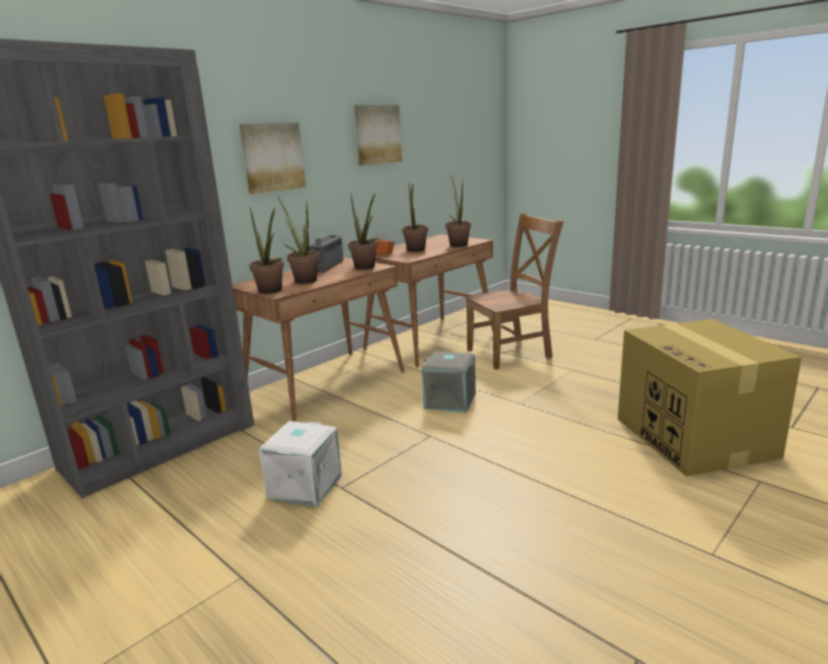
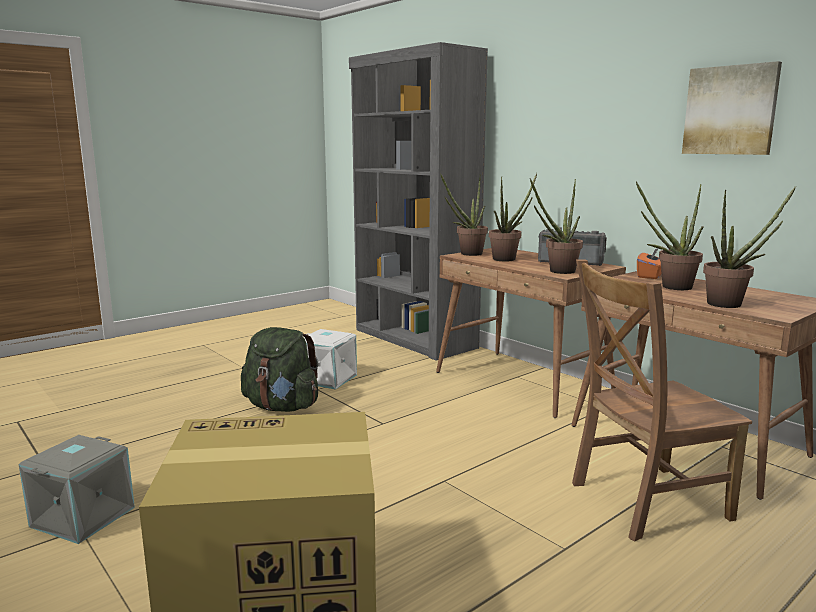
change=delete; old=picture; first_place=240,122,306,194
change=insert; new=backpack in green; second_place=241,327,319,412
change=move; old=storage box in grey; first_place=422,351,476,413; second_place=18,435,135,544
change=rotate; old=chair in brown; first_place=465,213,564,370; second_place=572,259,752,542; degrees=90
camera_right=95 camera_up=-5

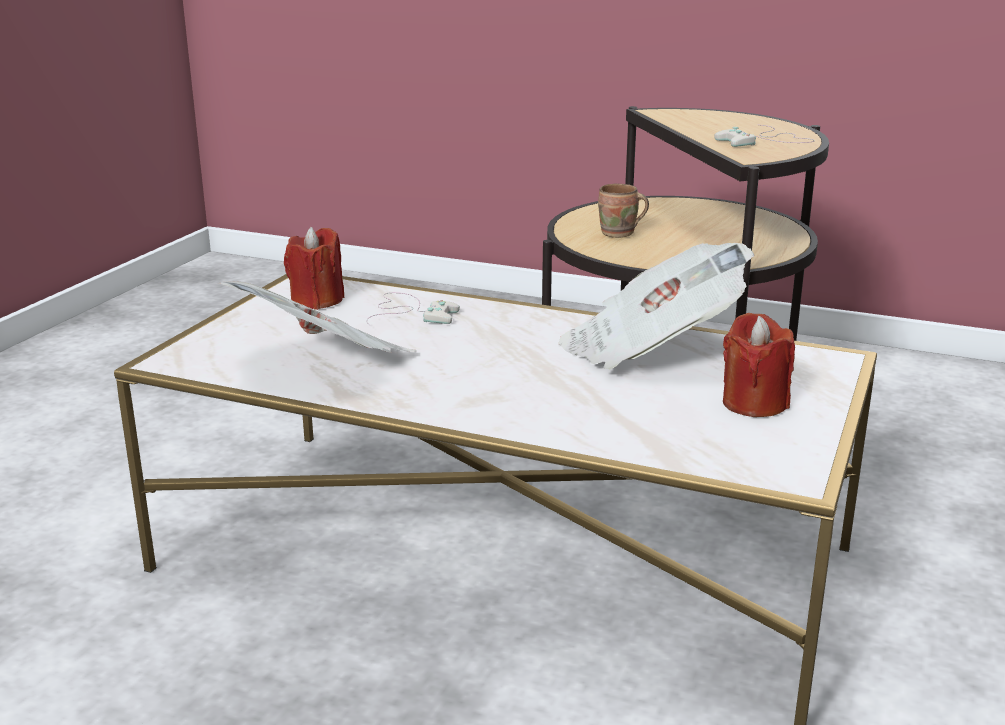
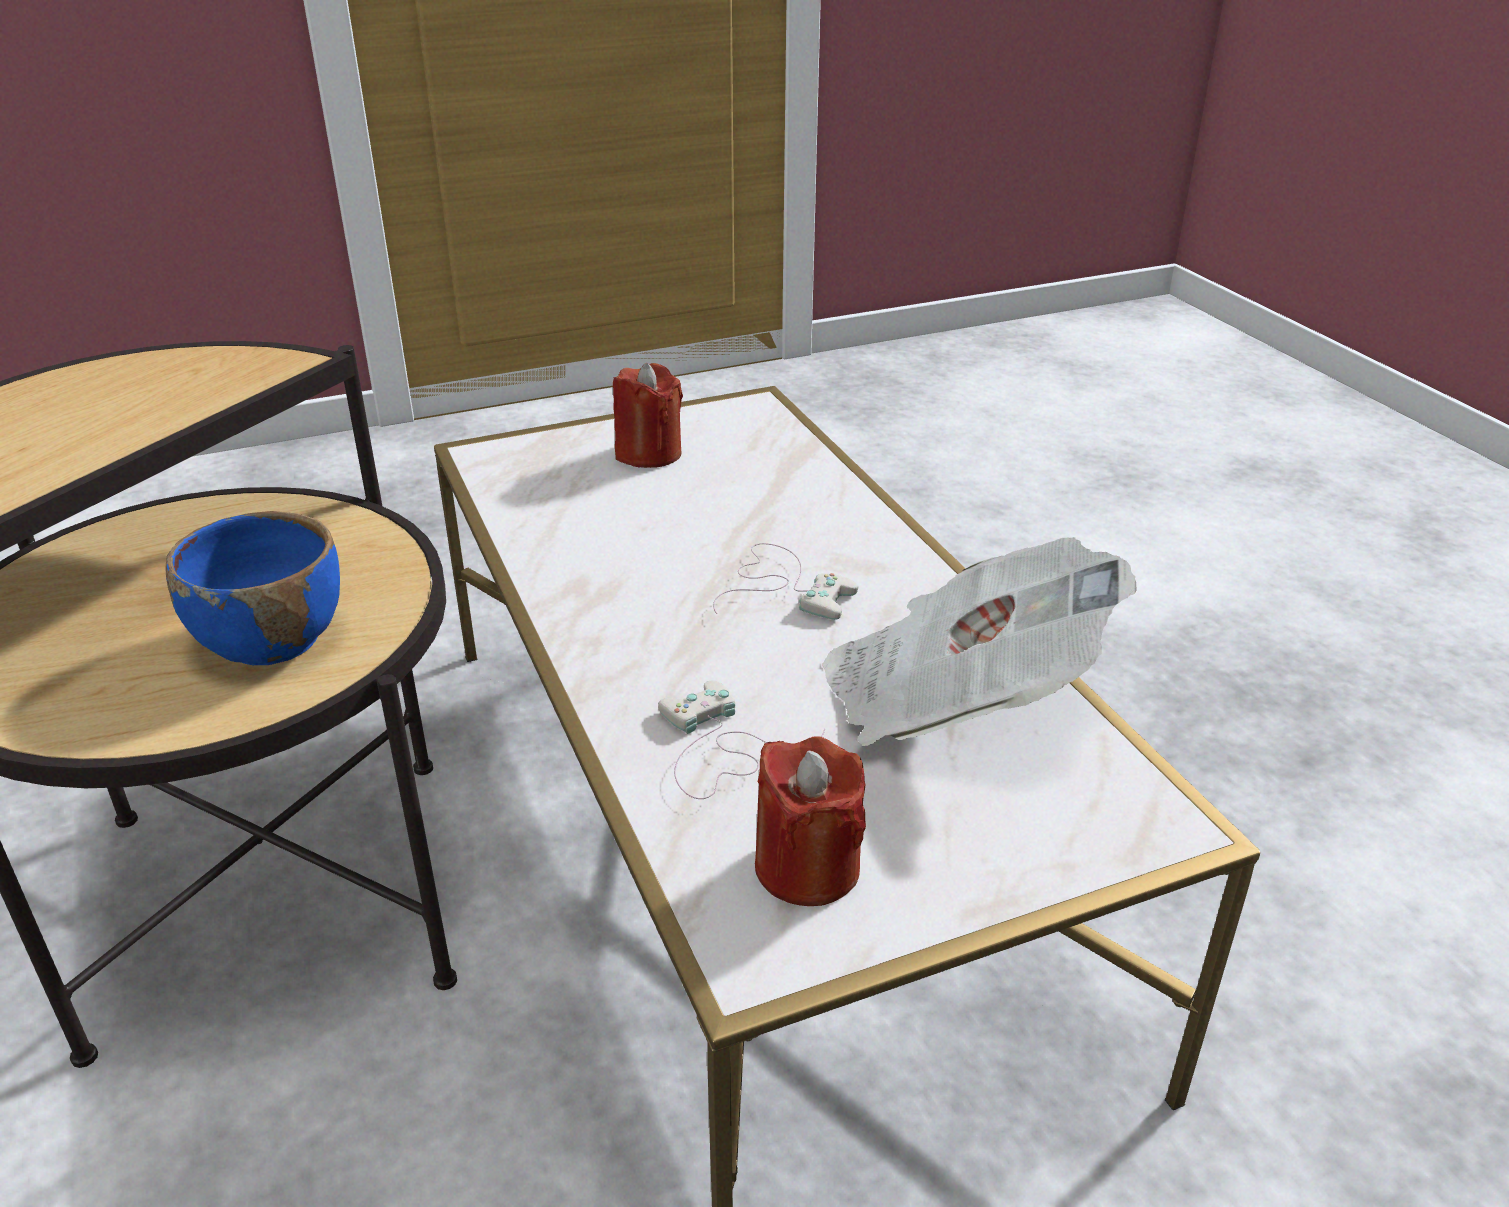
change=delete; old=newspaper; first_place=558,243,754,369
change=move; old=game controller in white; first_place=714,124,815,147; second_place=713,543,858,620
change=replace; old=mug in brown; new=bowl in blue; first_place=598,184,649,238; second_place=165,511,340,665
camera_right=-135 camera_up=10

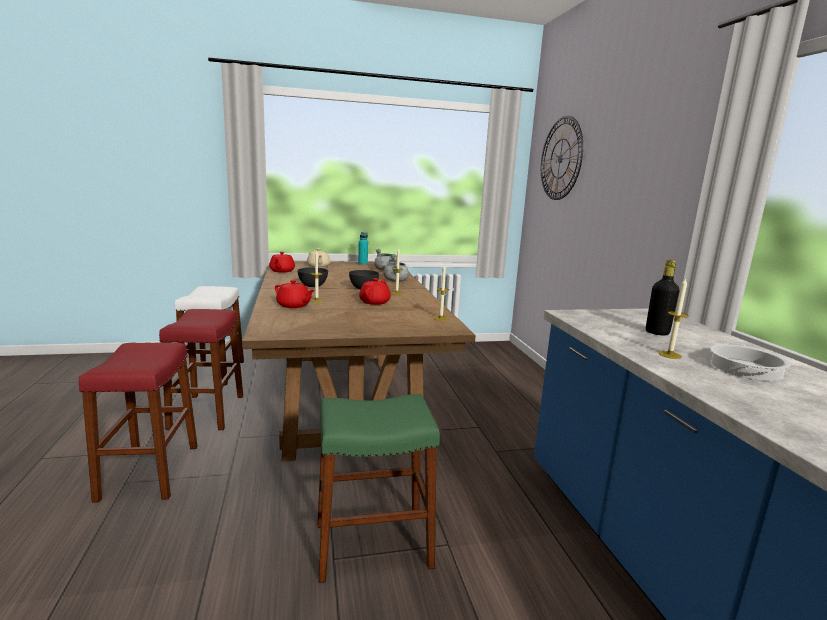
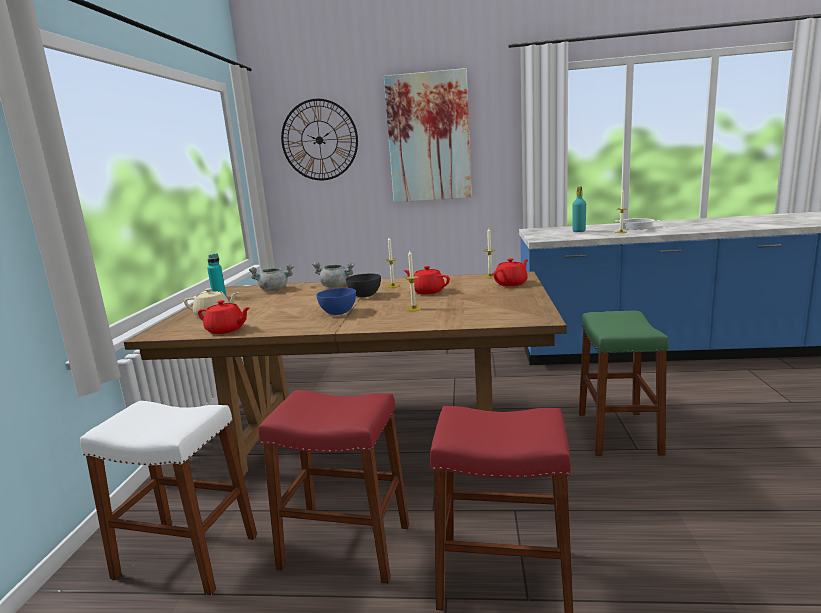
change=insert; new=picture; second_place=384,68,472,202
change=move; old=teapot in red; first_place=275,280,315,308; second_place=493,258,529,286
change=recolor; old=bowl in grey; new=bowl in blue; first_place=297,268,328,287; second_place=316,288,356,315
change=recolor; old=bottle in black; new=bottle in turquoise; first_place=646,260,680,336; second_place=572,186,586,232
camera_right=-70 camera_up=0

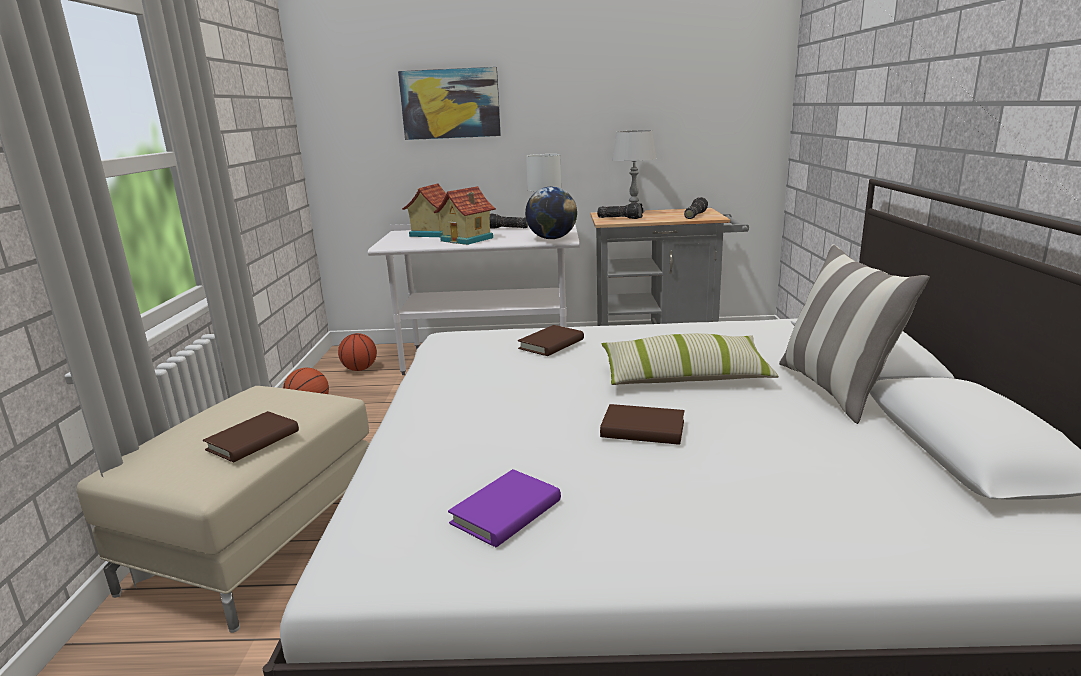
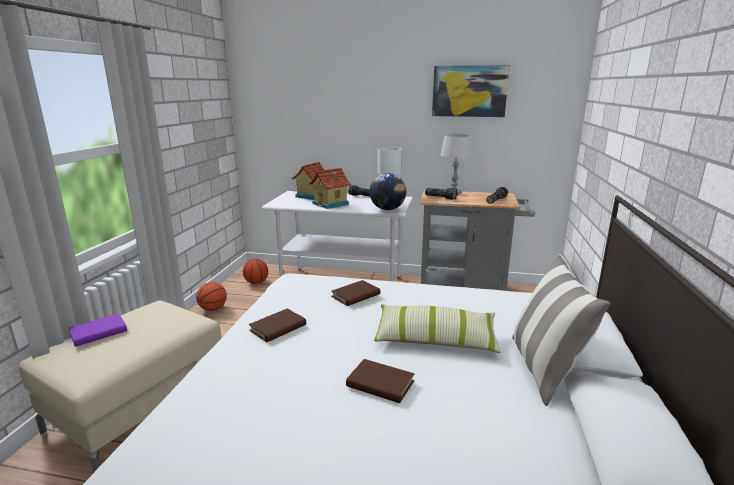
change=move; old=book in brown; first_place=203,411,299,462; second_place=249,309,306,342
change=move; old=picture; first_place=398,67,501,140; second_place=432,65,510,117
change=move; old=book in purple; first_place=448,469,561,547; second_place=69,314,127,347
camera_right=10 camera_up=0

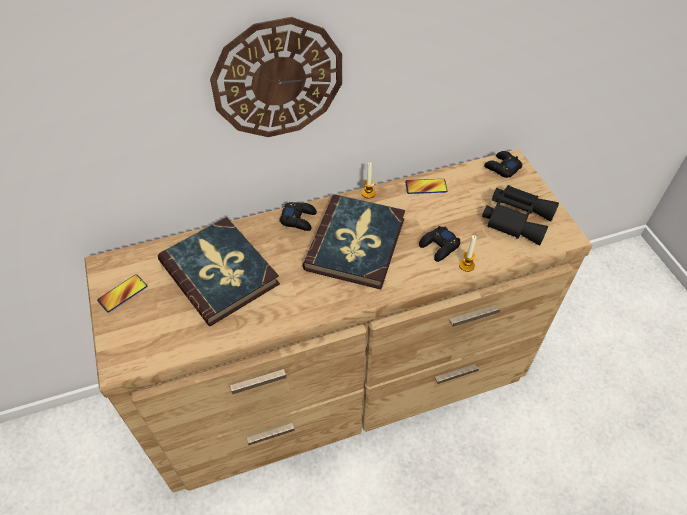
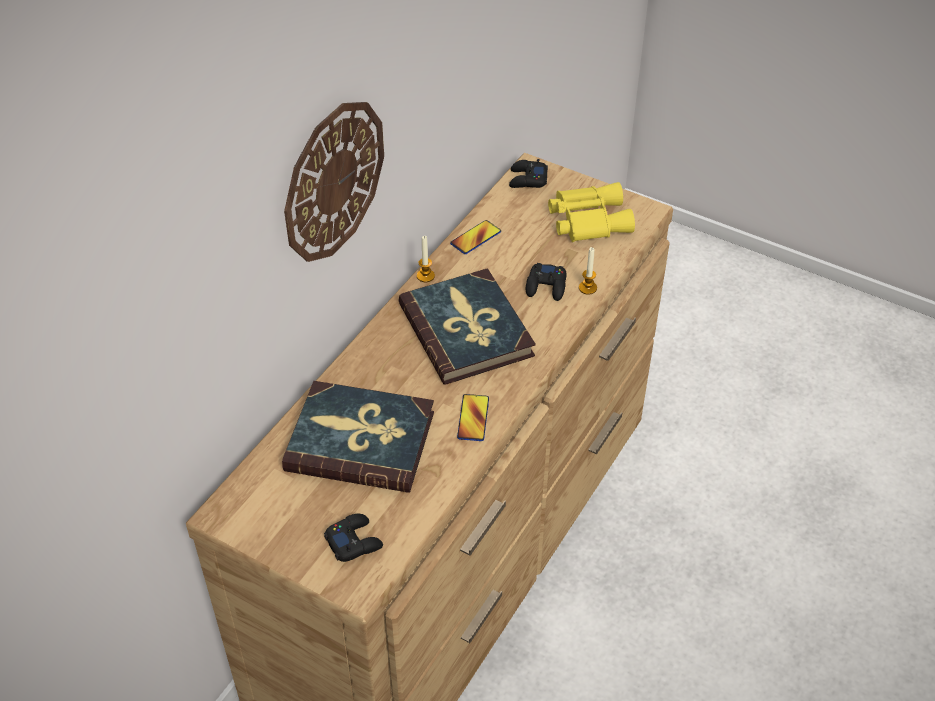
change=move; old=phone; first_place=97,274,147,313; second_place=457,394,489,441
change=move; old=game controller in black; first_place=279,202,317,231; second_place=324,514,383,562
change=recolor; old=binoculars in black; new=binoculars in yellow; first_place=482,185,559,245; second_place=548,182,635,242
camera_right=-40 camera_up=-5

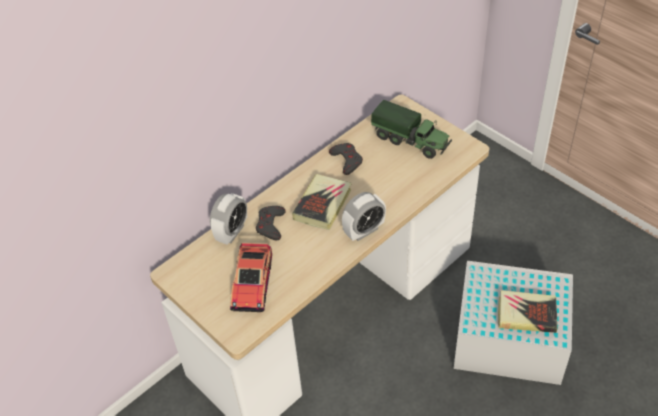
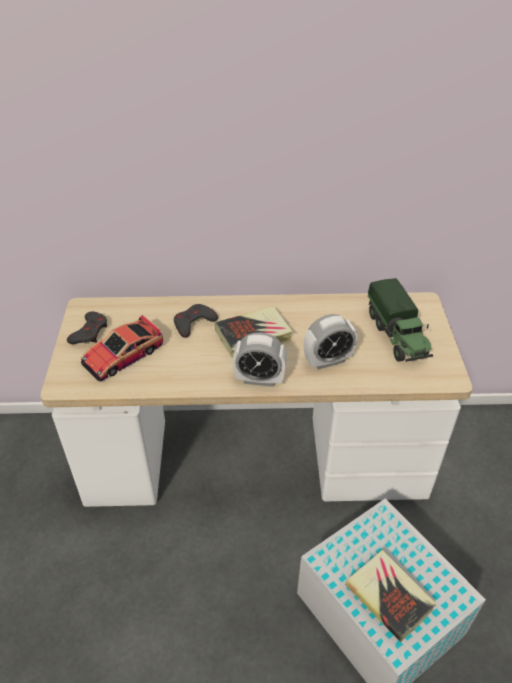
change=move; old=alarm clock; first_place=210,193,247,245; second_place=304,314,357,370
change=move; old=game controller in grey; first_place=329,143,363,175; second_place=67,311,107,344
camera_right=40 camera_up=-5

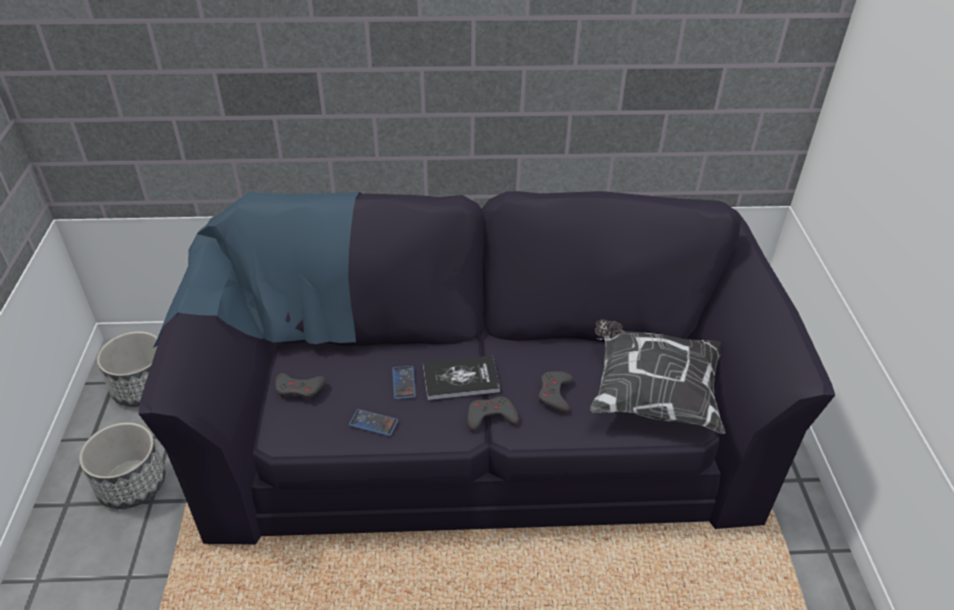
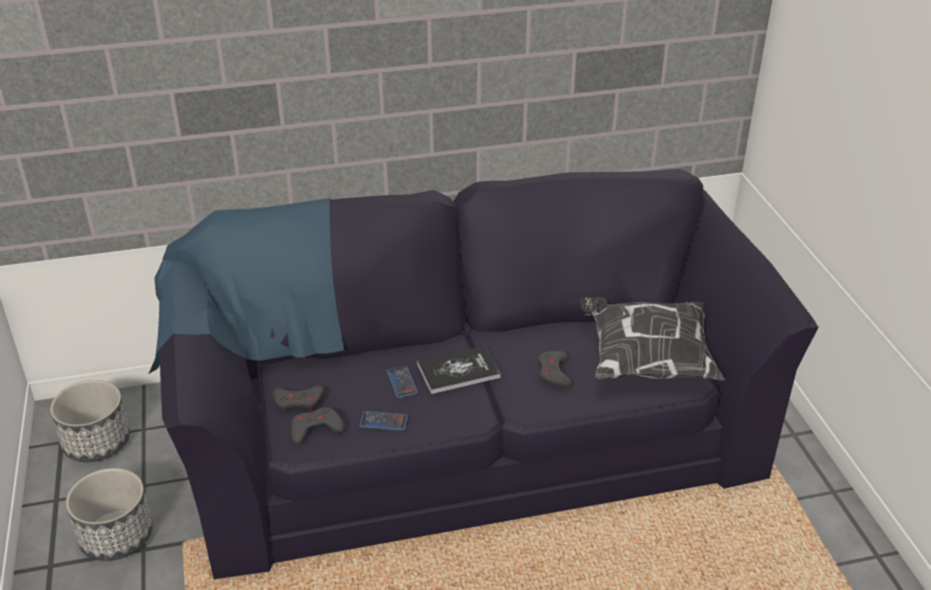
change=move; old=game controller in grey; first_place=467,397,519,431; second_place=291,407,345,444
camera_right=-10 camera_up=-5

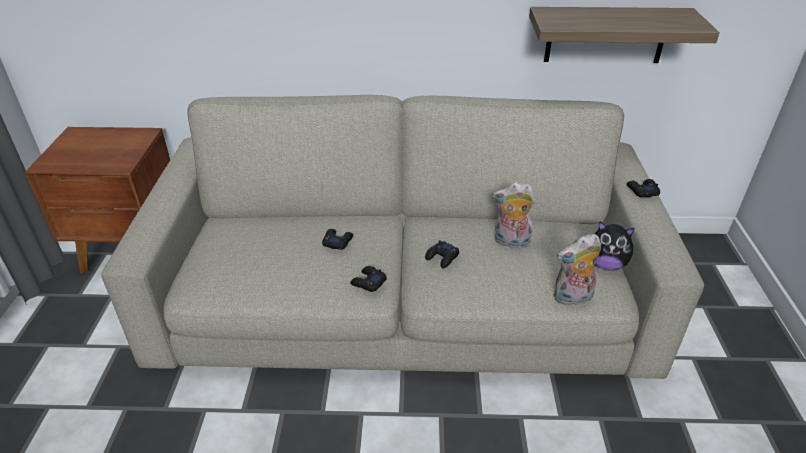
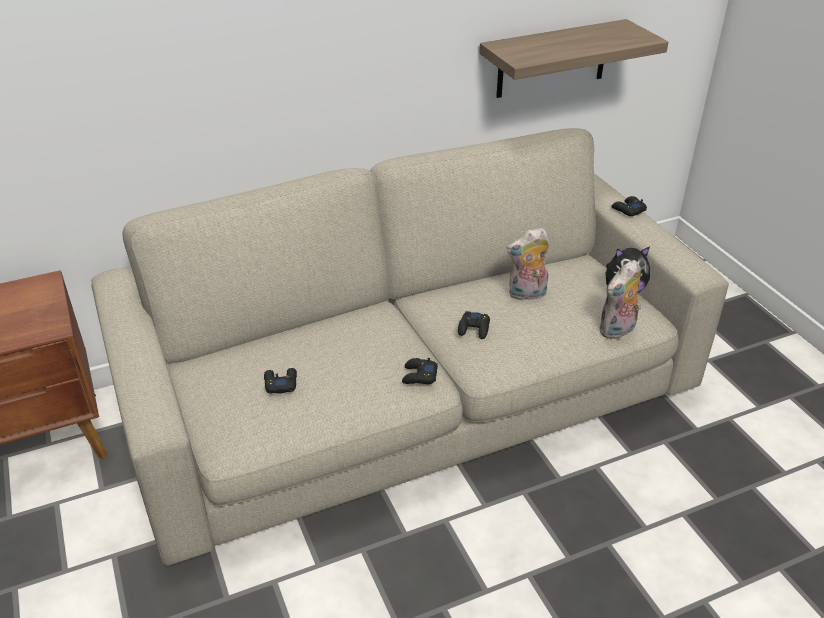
change=move; old=game controller in black; first_place=322,229,353,250; second_place=264,368,297,394
camera_right=-25 camera_up=0

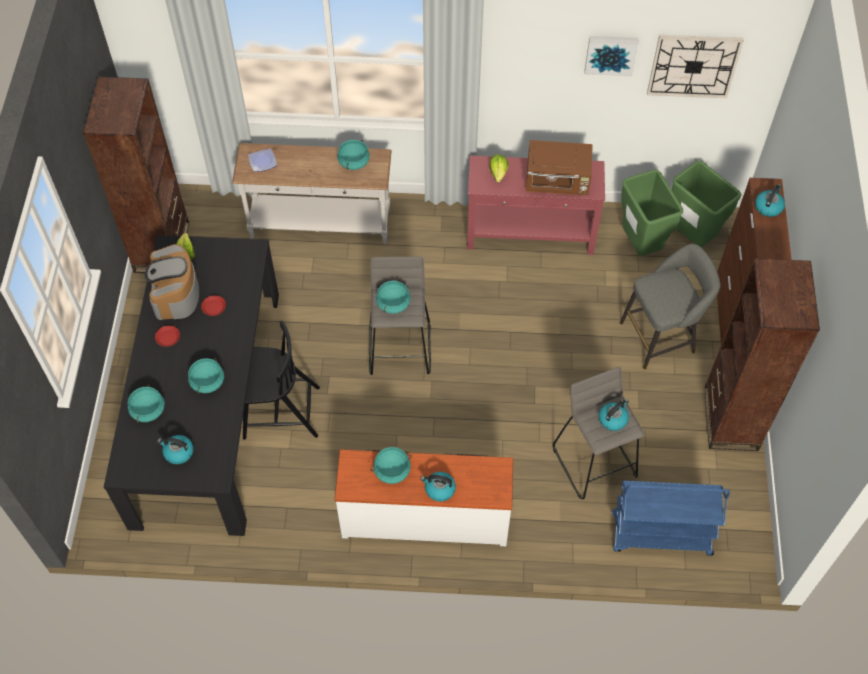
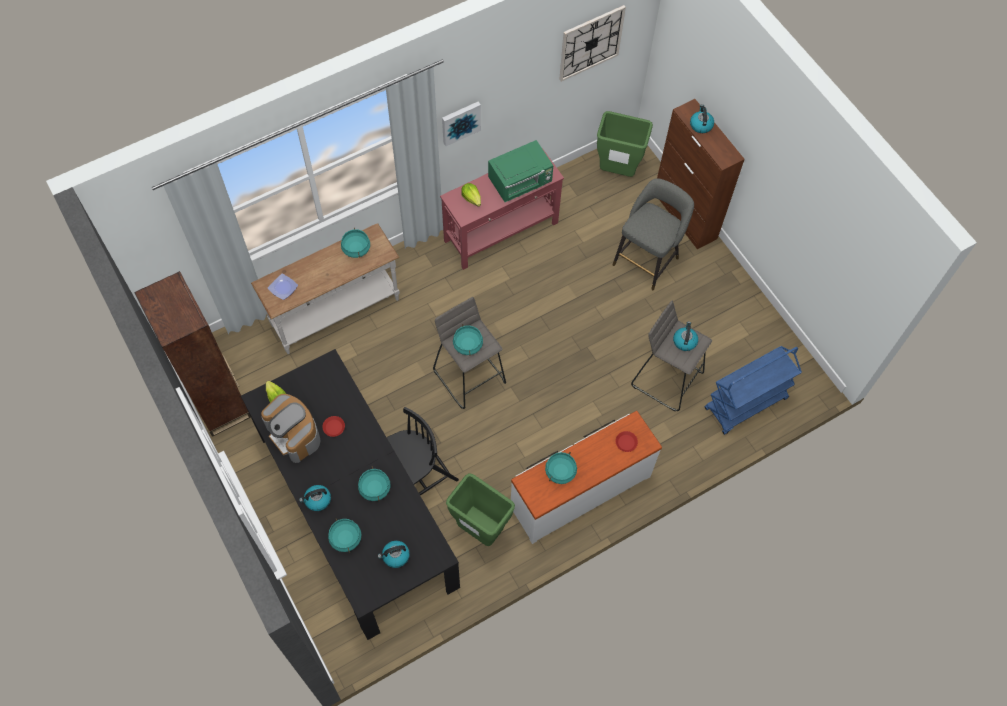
change=delete; old=bookcase in brown; first_place=705,258,820,451
change=move; old=plate in red; first_place=155,325,180,347; second_place=616,431,638,452
change=move; old=kettle; first_place=421,472,456,502; second_place=299,485,331,511
change=move; old=picture; first_place=585,36,638,76; second_place=442,102,481,146
change=move; old=trash can in green; first_place=621,170,683,256; second_place=446,473,515,546
change=recolor; old=microwave in brown; new=microwave in green; first_place=526,140,593,195; second_place=488,140,553,202
camera_right=-35 camera_up=5

